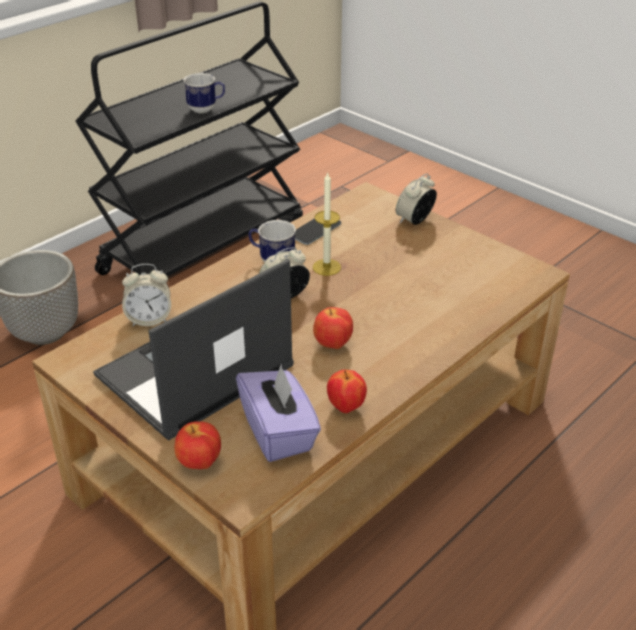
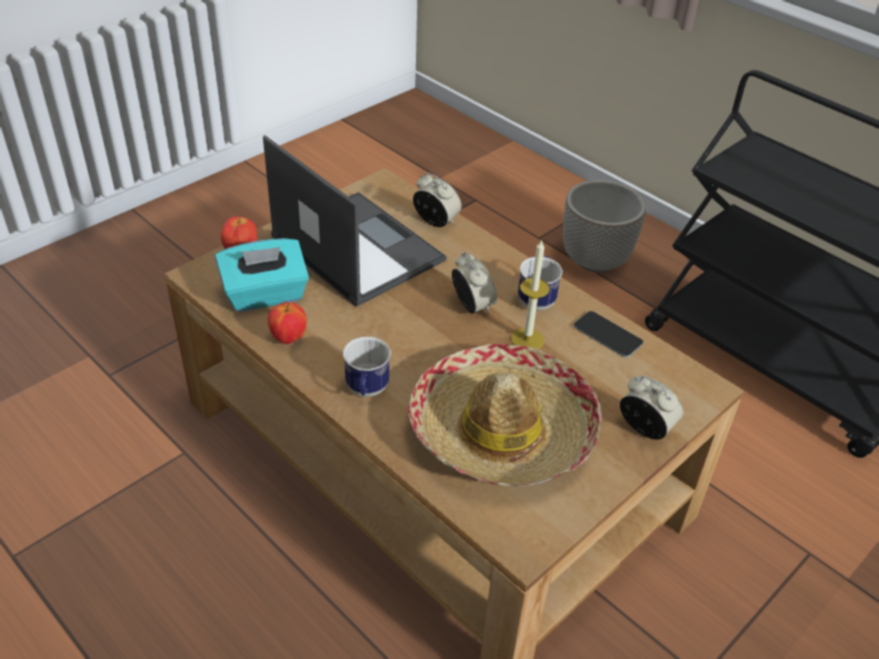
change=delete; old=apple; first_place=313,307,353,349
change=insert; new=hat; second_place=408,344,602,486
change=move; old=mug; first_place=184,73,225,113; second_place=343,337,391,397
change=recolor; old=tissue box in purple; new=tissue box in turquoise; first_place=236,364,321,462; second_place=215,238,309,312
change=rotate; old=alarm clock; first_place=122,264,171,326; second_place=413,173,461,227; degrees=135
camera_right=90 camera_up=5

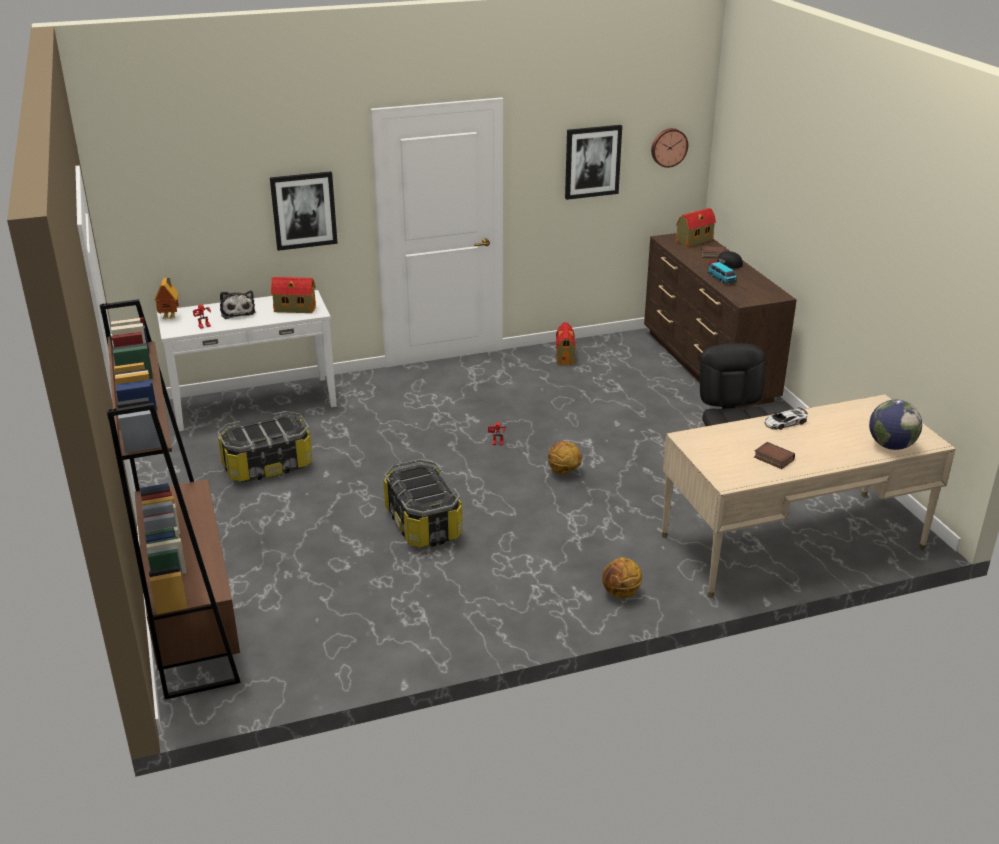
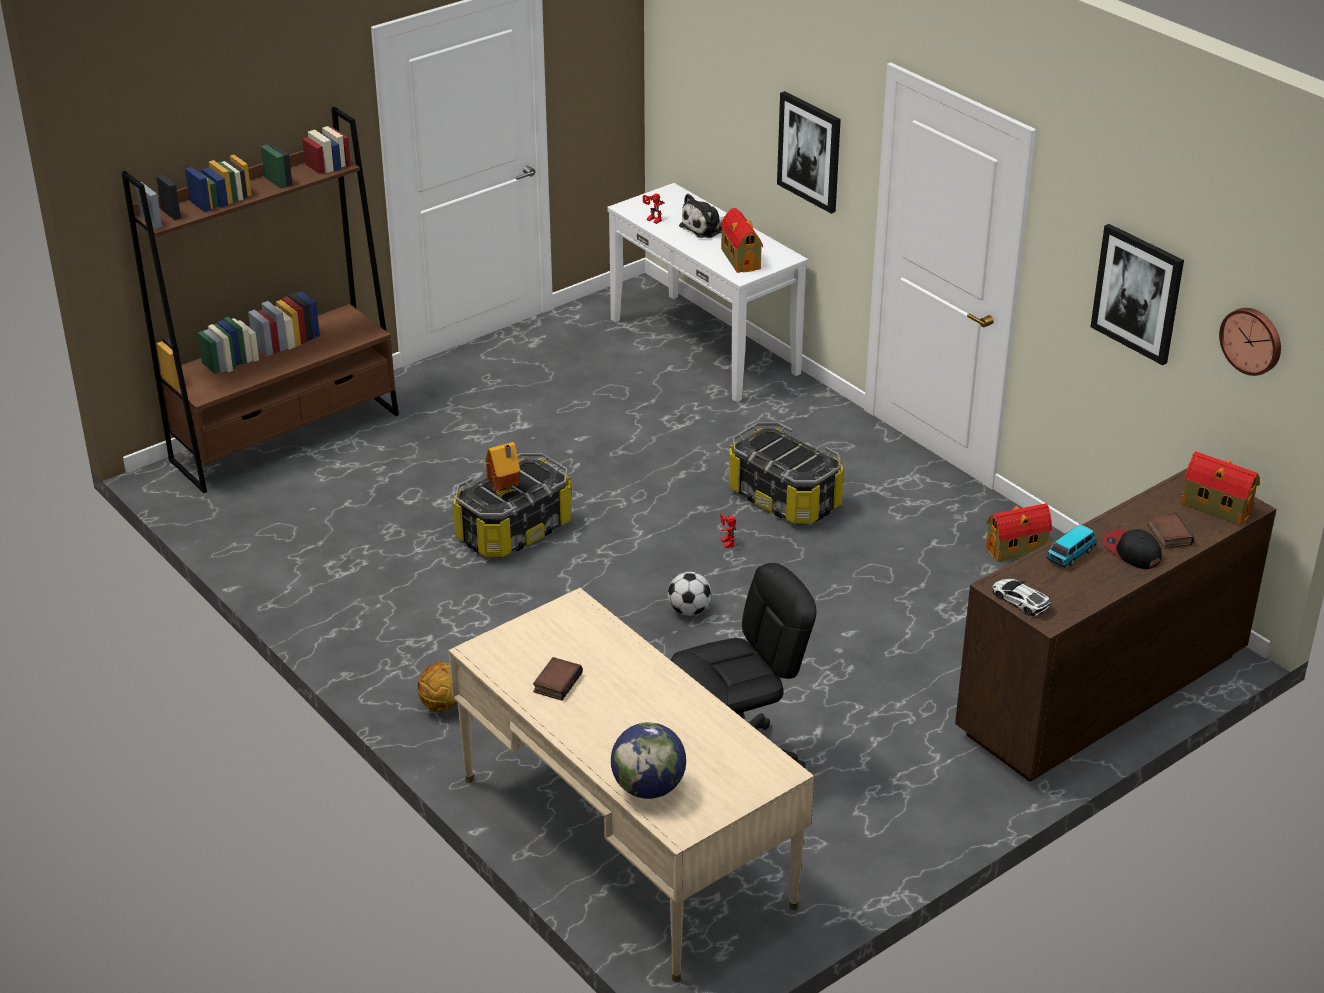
change=move; old=toy house; first_place=154,278,179,319; second_place=485,442,520,497
change=move; old=storage box; first_place=218,411,313,482; second_place=728,422,844,525
change=move; old=toy car; first_place=764,407,808,430; second_place=992,579,1052,616
change=replace; old=basketball; new=football; first_place=548,441,582,475; second_place=668,572,712,616
camera_right=70 camera_up=5

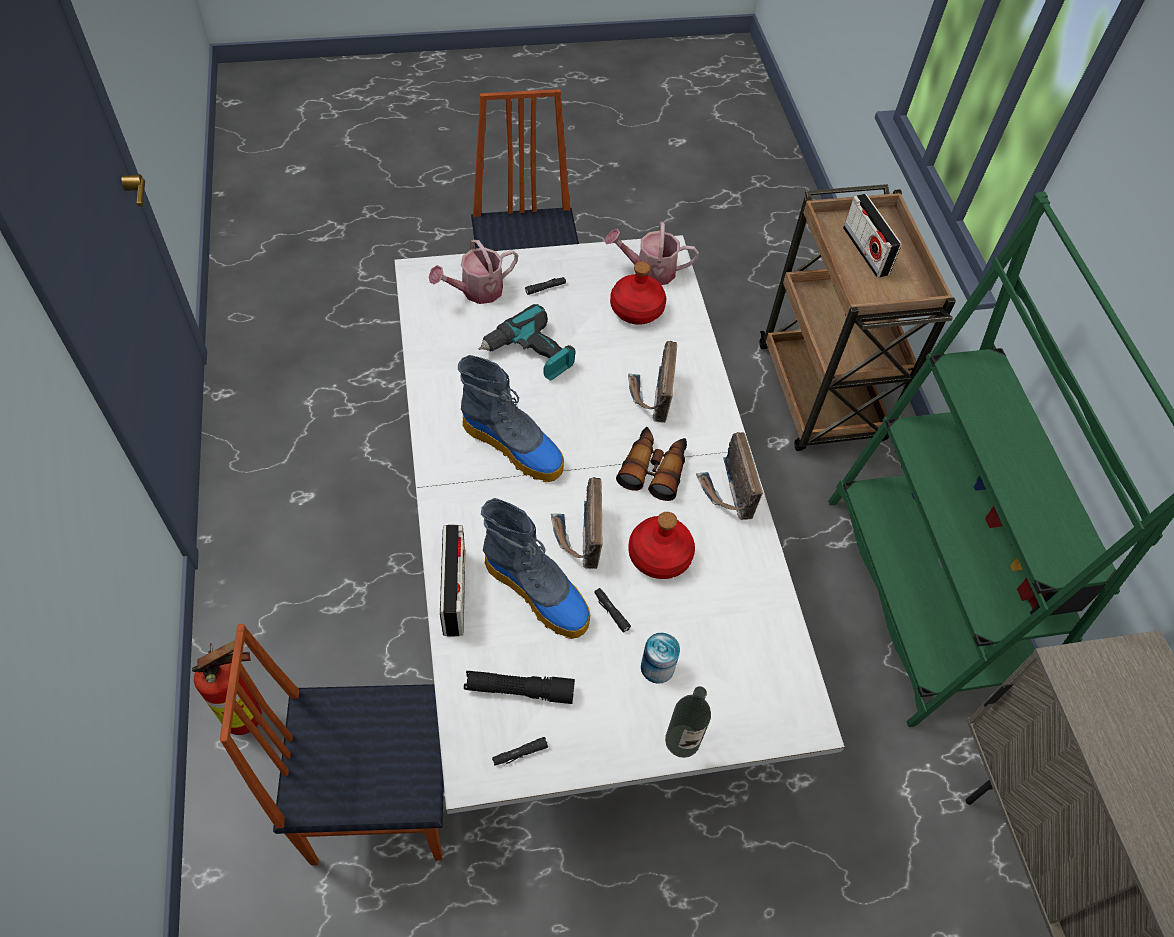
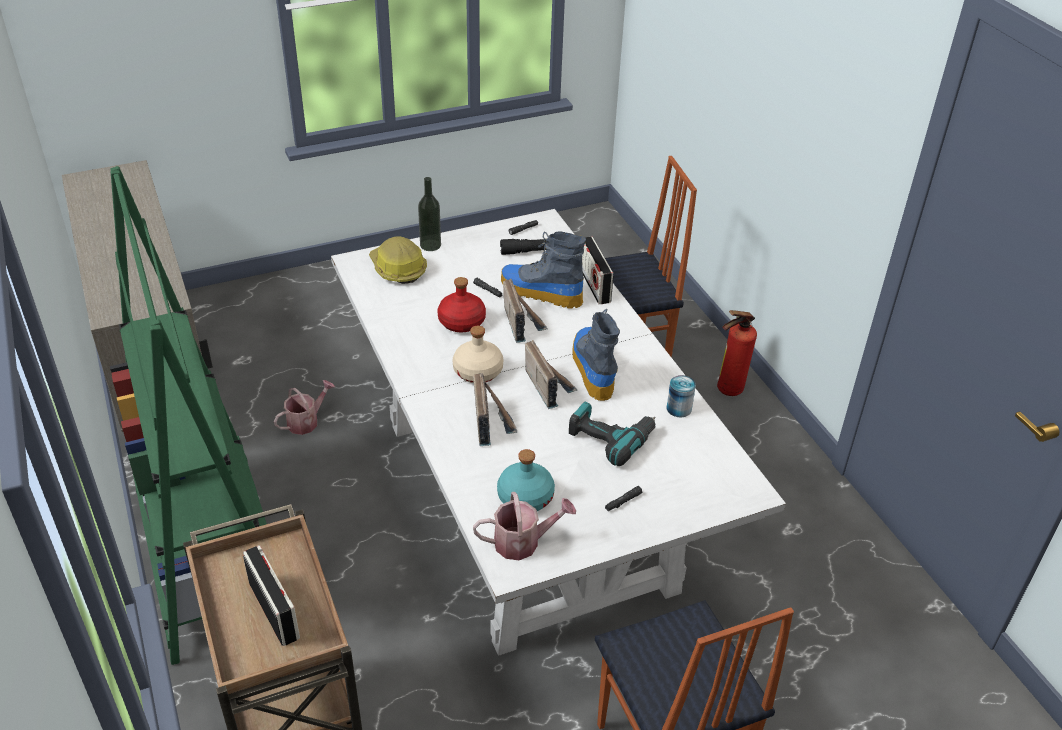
change=insert; new=hard hat; second_place=369,236,427,284
change=move; old=watering can; first_place=429,240,518,304; second_place=274,380,335,435
change=move; old=can; first_place=641,633,680,684; second_place=667,375,696,417
change=move; old=radio; first_place=696,432,763,520; second_place=525,340,577,409
change=replace; old=binoculars; new=bottle in beige; first_place=616,427,687,501; second_place=452,326,503,383
change=recolor; old=bottle in red; new=bottle in turquoise; first_place=610,261,666,325; second_place=497,449,555,511
change=rotate; old=boot; first_place=458,355,564,482; second_place=573,309,620,401; degrees=60
camera_right=170 camera_up=-15

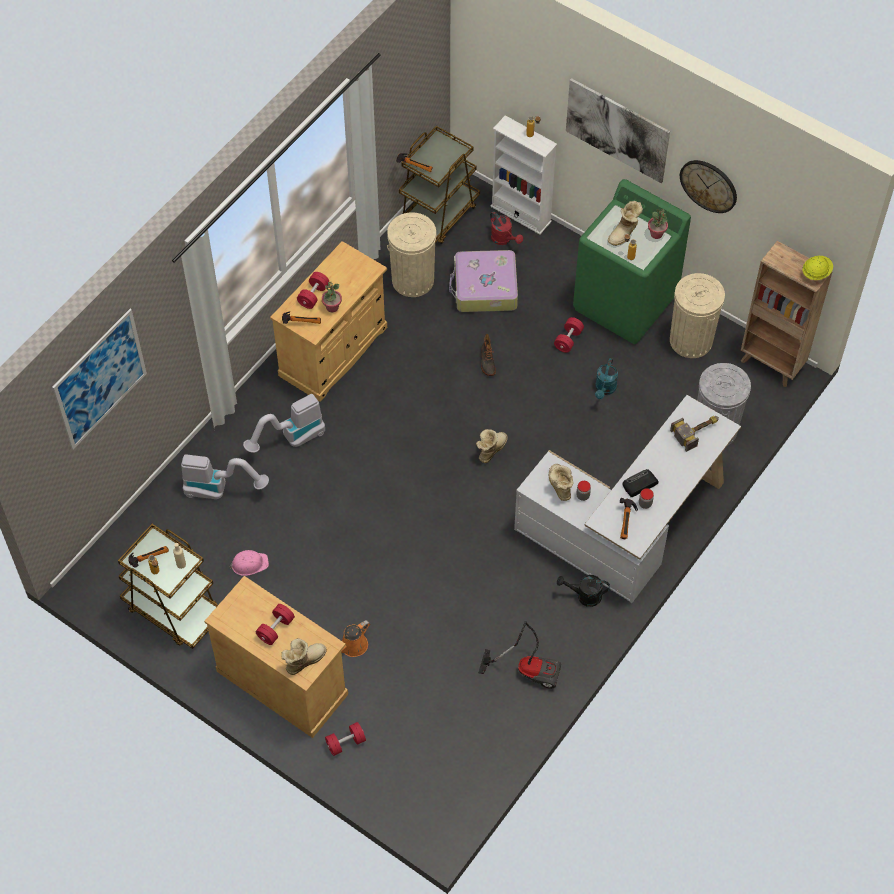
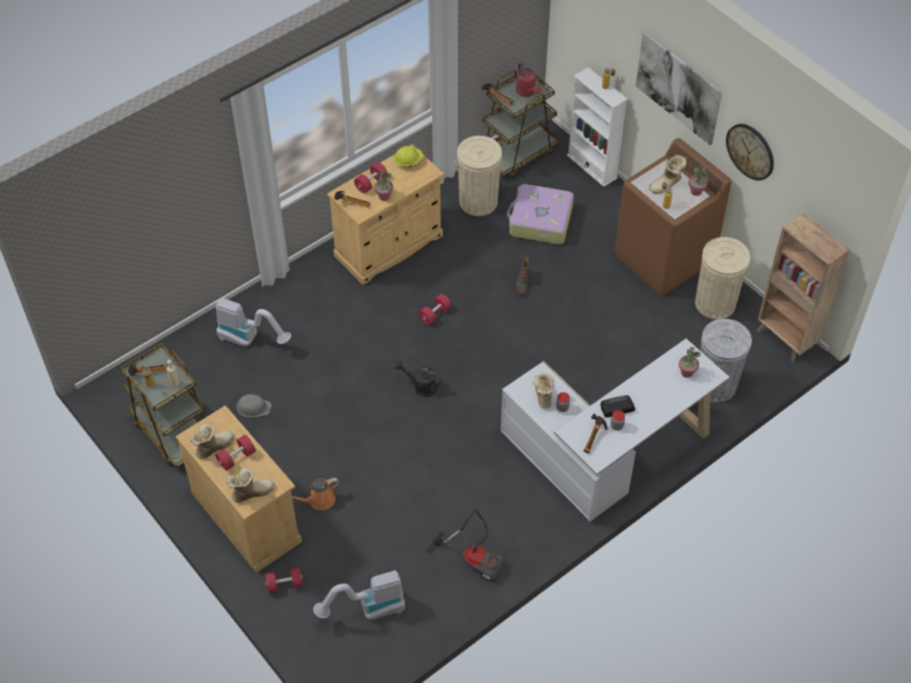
change=delete; old=picture; first_place=52,309,147,450
change=delete; old=watering can in turquoise; first_place=595,358,618,399
change=move; old=vacuum cleaner; first_place=243,394,325,453; second_place=313,571,405,620
change=move; old=boot; first_place=476,429,508,463; second_place=190,423,235,459
change=move; old=watering can in red; first_place=490,211,523,245; second_place=516,63,541,97
change=move; old=dumbbell in red; first_place=554,317,584,353; second_place=419,294,451,325
change=move; old=watering can in black; first_place=557,575,610,607; second_place=395,361,441,397
change=move; old=hard hat in yellow; first_place=802,256,833,280; second_place=394,146,423,167
change=replace; old=hammer; new=potted plant; first_place=670,416,719,452; second_place=679,347,701,378
change=recolor; old=hard hat in pink; new=hard hat in grey; first_place=230,550,269,576; second_place=235,394,271,417
change=recolor; old=washing machine in green; new=washing machine in brown; first_place=573,179,691,344; second_place=615,138,732,296
camera_right=15 camera_up=-5

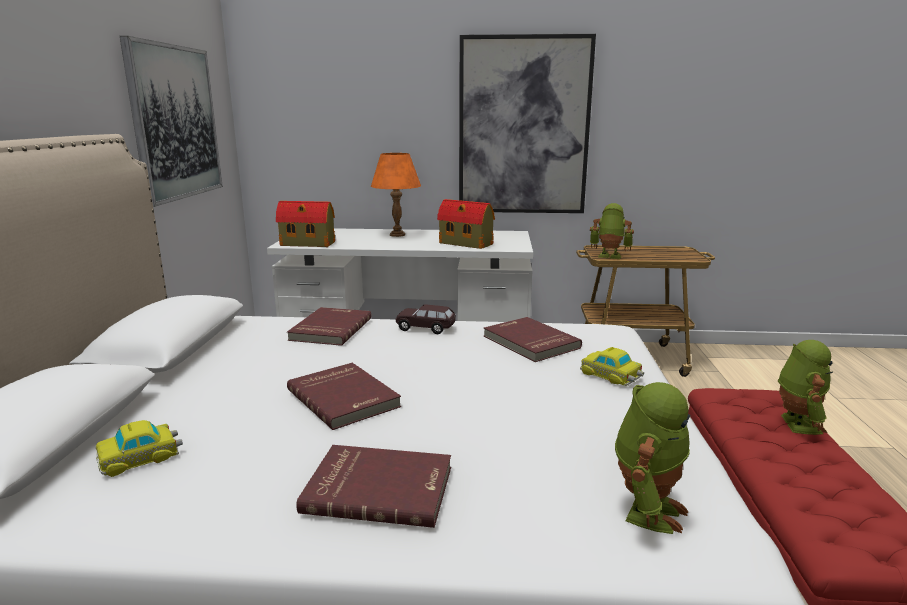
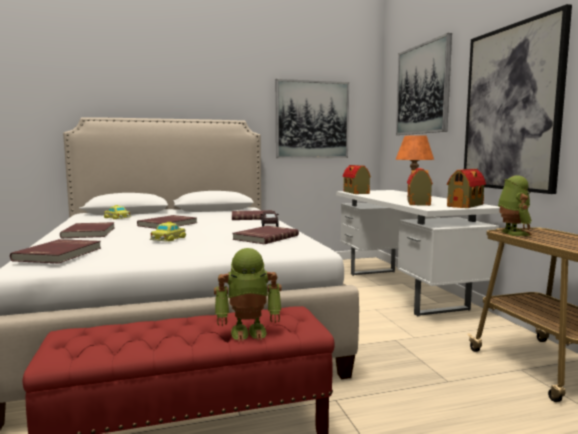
change=insert; new=picture; second_place=396,33,452,135
change=insert; new=toy house; second_place=447,169,486,208
change=move; old=toy car; first_place=580,347,644,386; second_place=150,222,186,242
change=replace; old=toy robot; new=book in red; first_place=615,382,690,534; second_place=10,239,101,264
camera_right=70 camera_up=-10

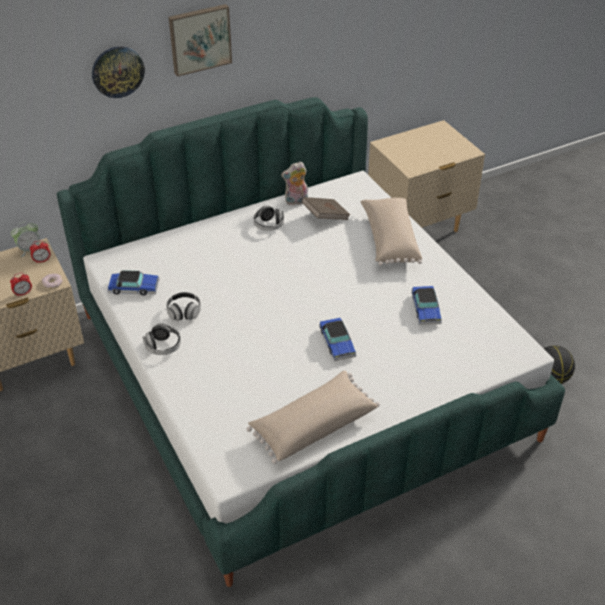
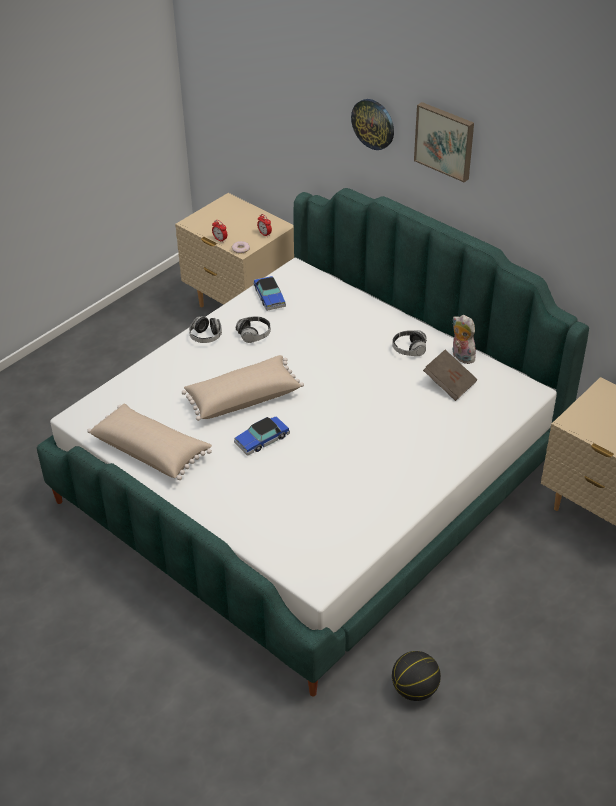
change=delete; old=alarm clock; first_place=11,222,40,257
change=delete; old=toy car; first_place=412,286,442,325
change=move; old=pillow in beige; first_place=360,198,422,266; second_place=182,355,304,421
camera_right=70 camera_up=0

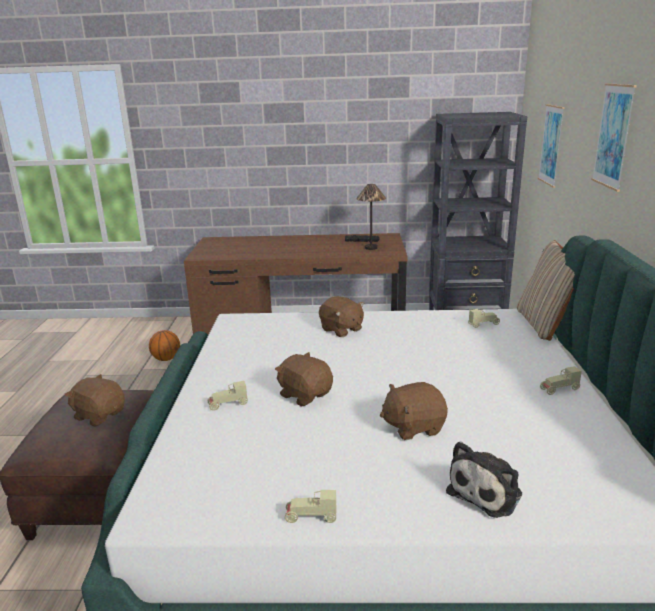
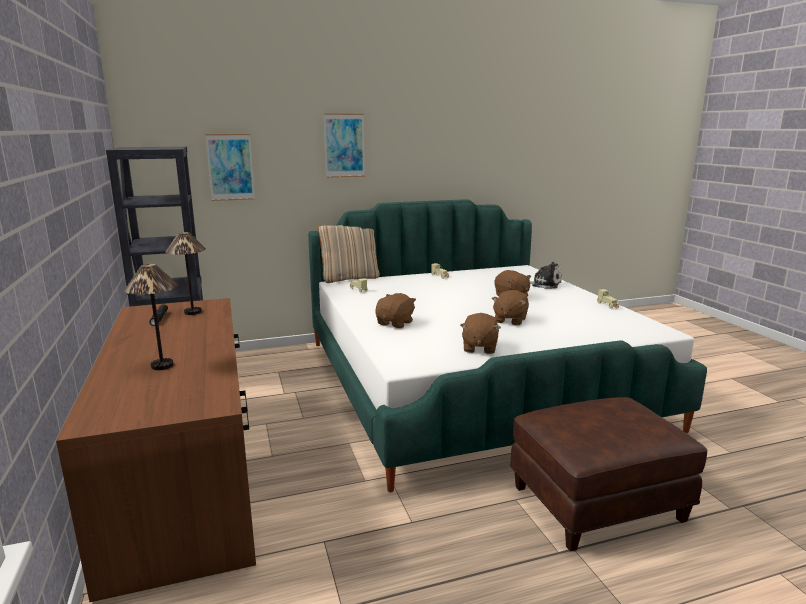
change=delete; old=basketball; first_place=149,330,180,361
change=delete; old=toy car in beige; first_place=208,381,248,411
change=insert; new=table lamp; second_place=124,264,178,370
change=move; old=plush toy in brown; first_place=65,374,125,427; second_place=460,313,501,354
camera_right=-110 camera_up=-5

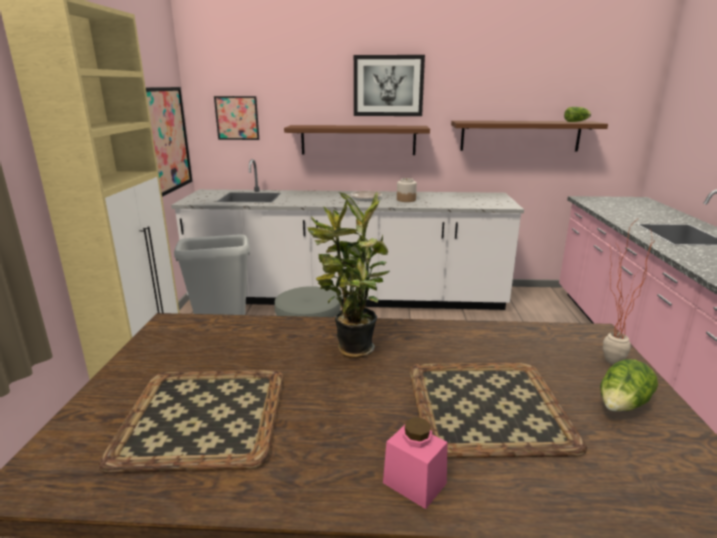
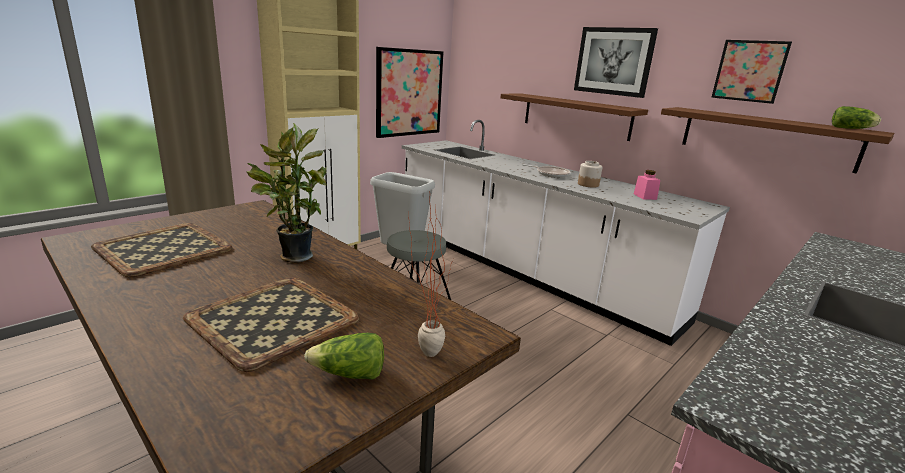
change=move; old=picture; first_place=214,96,259,140; second_place=711,40,792,104
change=move; old=jar in pink; first_place=383,417,448,509; second_place=634,170,660,200
camera_right=40 camera_up=0

